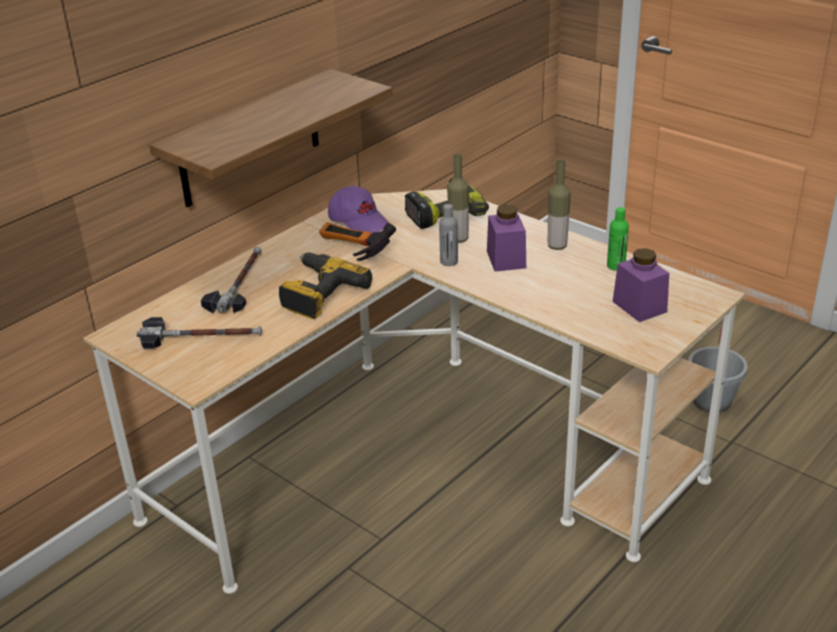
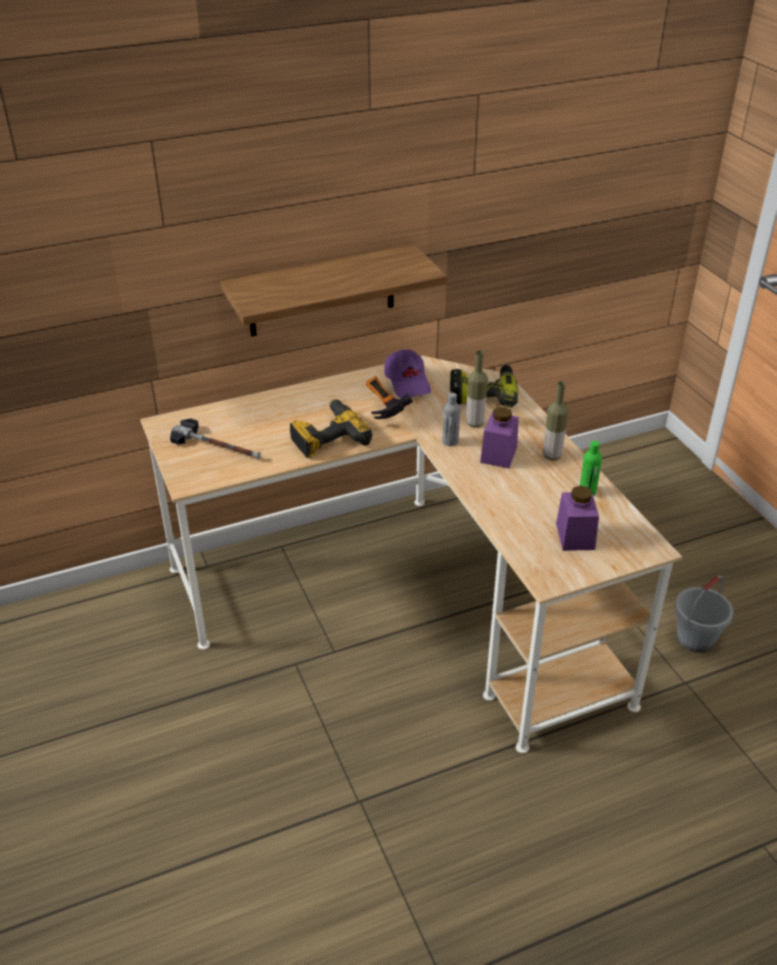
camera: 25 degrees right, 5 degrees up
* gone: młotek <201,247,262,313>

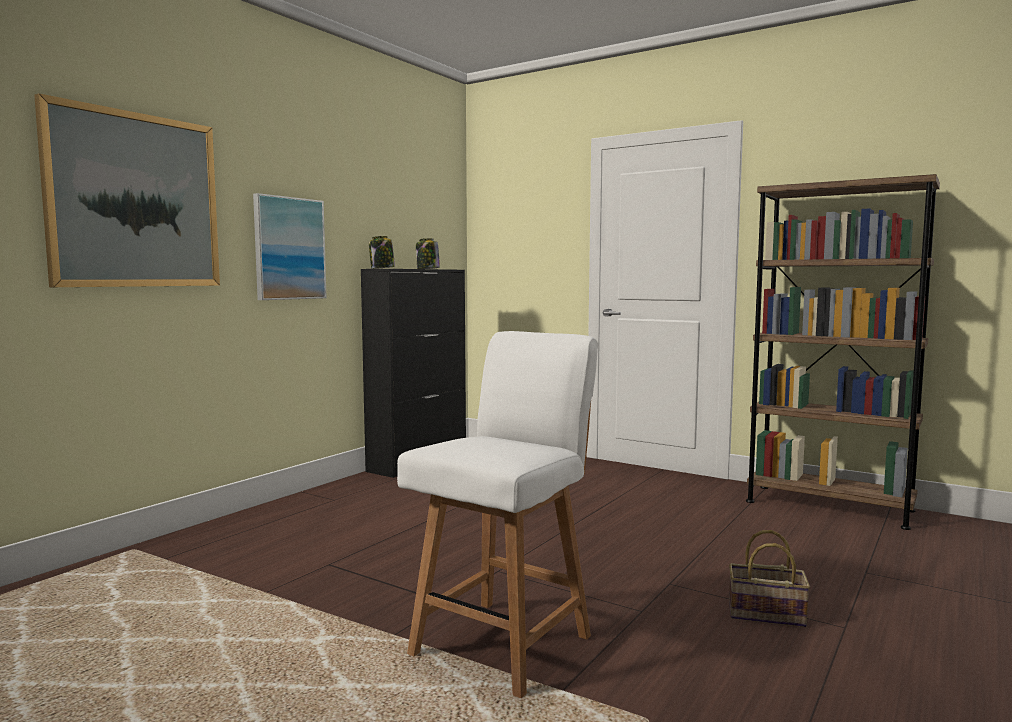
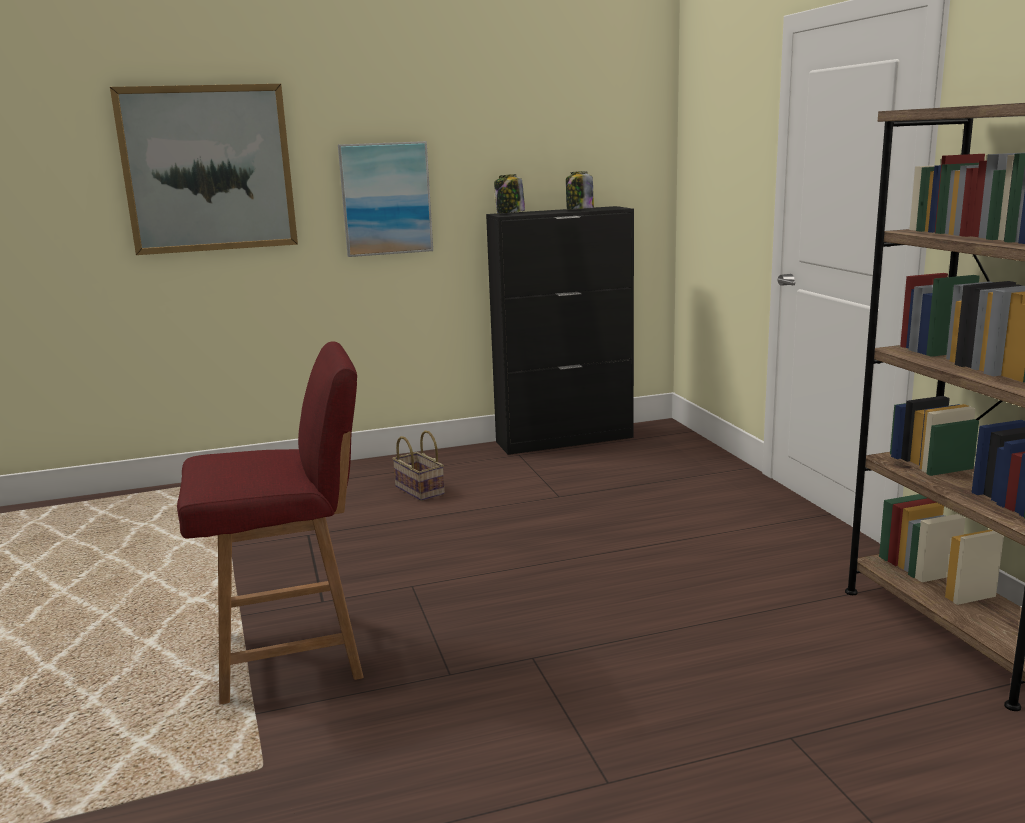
camera: 40 degrees right, 10 degrees up
* repainted: krzesło/biały <397,331,598,698> to krzesło/czerwony <177,341,364,705>
* shifted: koszyk <729,530,810,627> to <392,430,445,501>

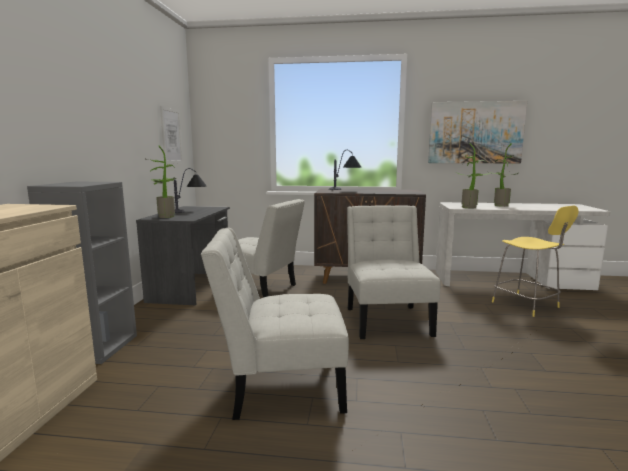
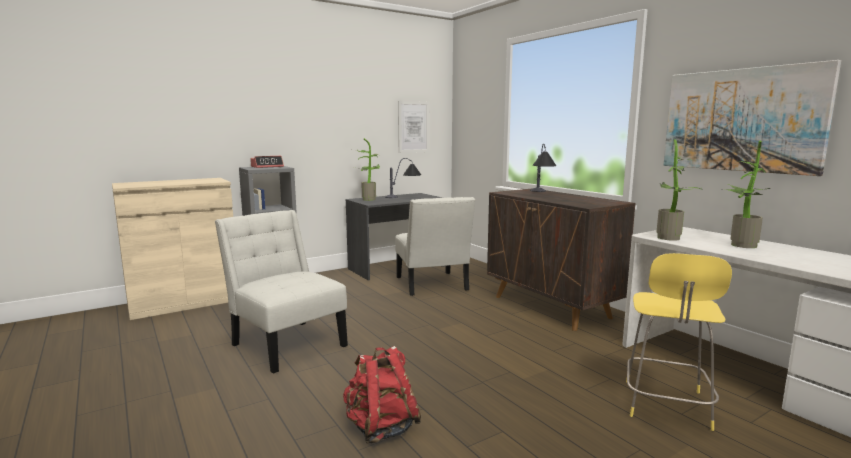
camera: 50 degrees right, 0 degrees up
* new: budzik <250,156,284,168>
* new: plecak/czerwony <343,346,422,443>
* gone: krzesło/biały <347,205,441,339>

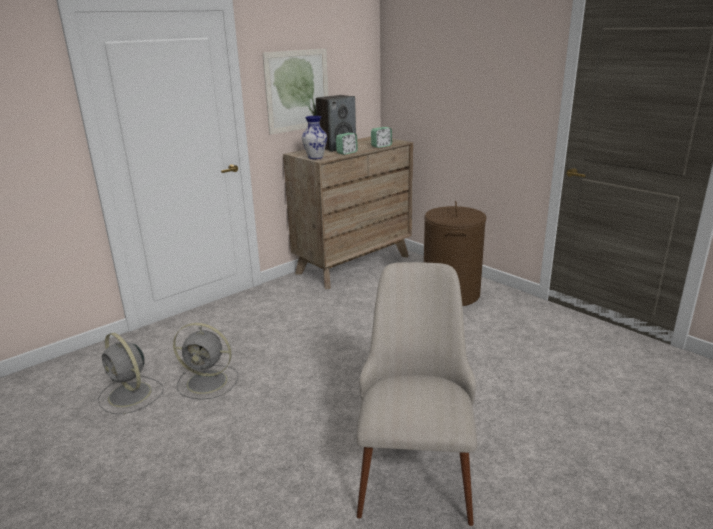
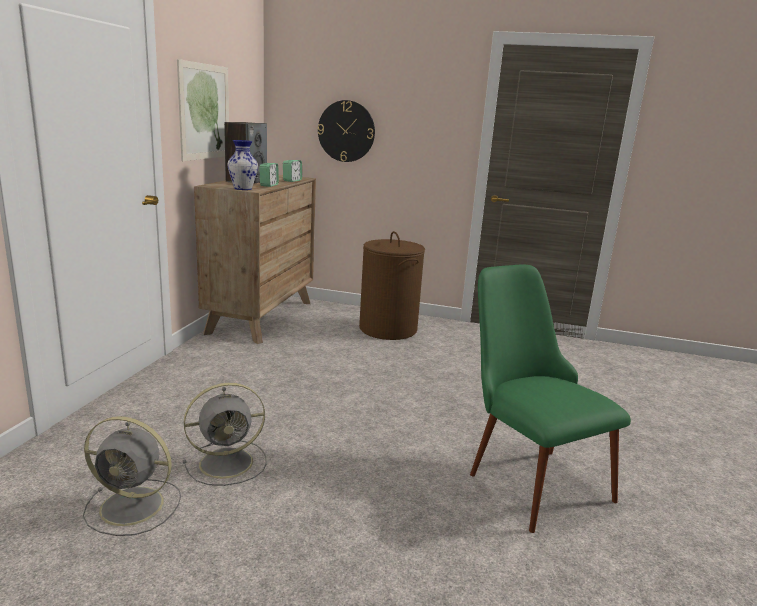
camera: 35 degrees left, 5 degrees down
* new: zegar ścienny <318,100,375,162>
* repainted: krzesło/beżowy <357,262,477,526> to krzesło/zielony <470,264,631,533>

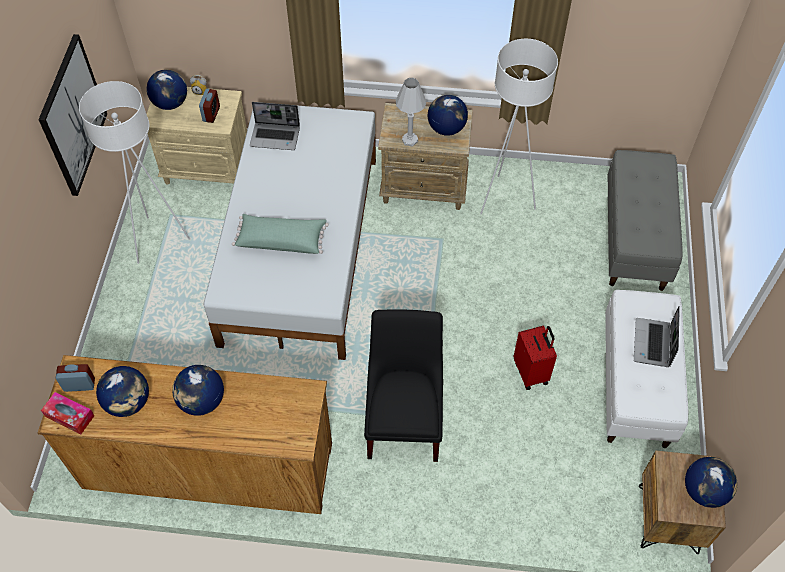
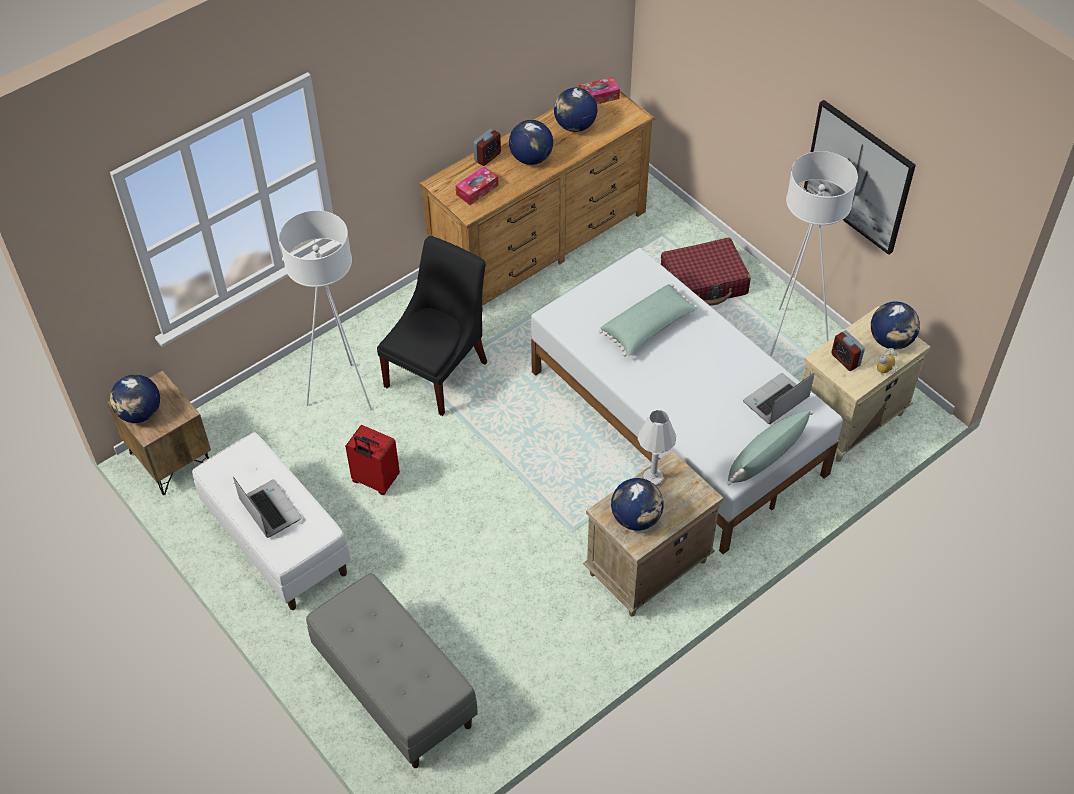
camera: 135 degrees right, 5 degrees down
* shifted: lampa stojąca/biały <480,39,558,214> to <279,210,372,410>
* rotated: krzesło/czarny <364,309,443,462> = <377,236,487,416> 105 degrees counterclockwise
* new: pudełko chusteczek <456,166,498,205>
* shifted: budzik <56,364,95,392> to <473,128,501,166>
* new: walizka/czerwony <661,238,751,306>
* new: poduszka/zielony <727,411,813,486>

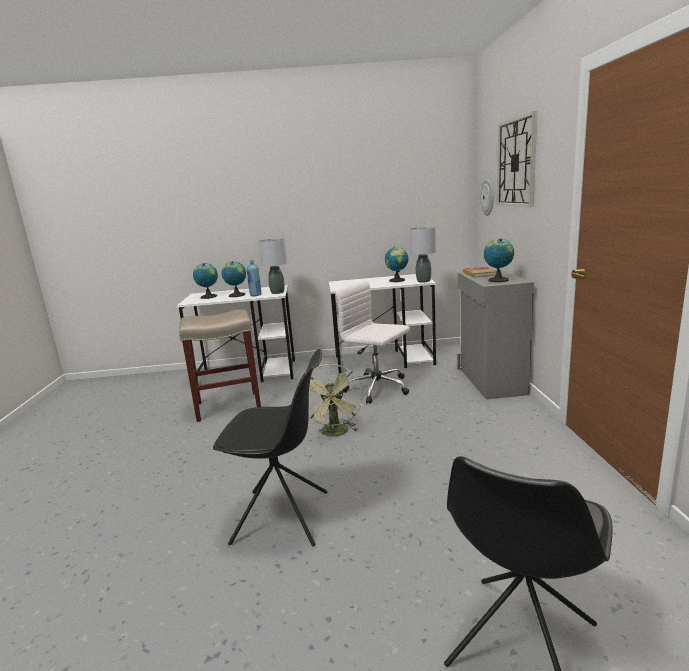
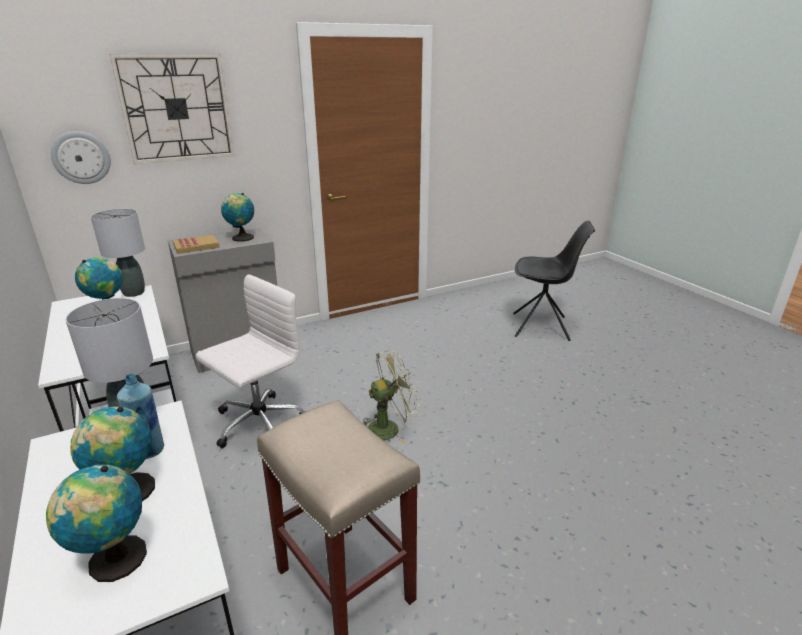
camera: 115 degrees left, 10 degrees up
* rotated: krzesło biurowe/biały <336,281,410,404> = <196,274,306,448> 150 degrees counterclockwise
* gone: krzesło/czarny <213,349,327,546>

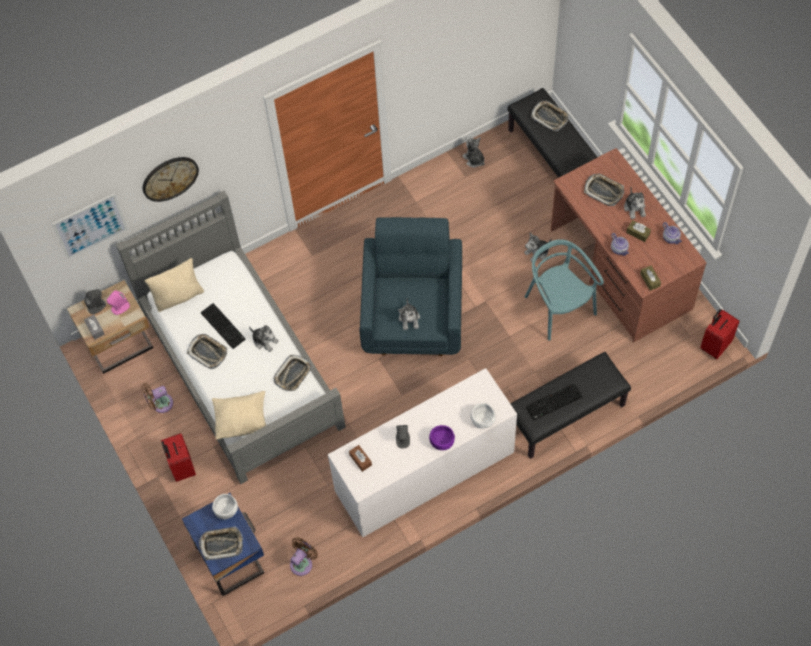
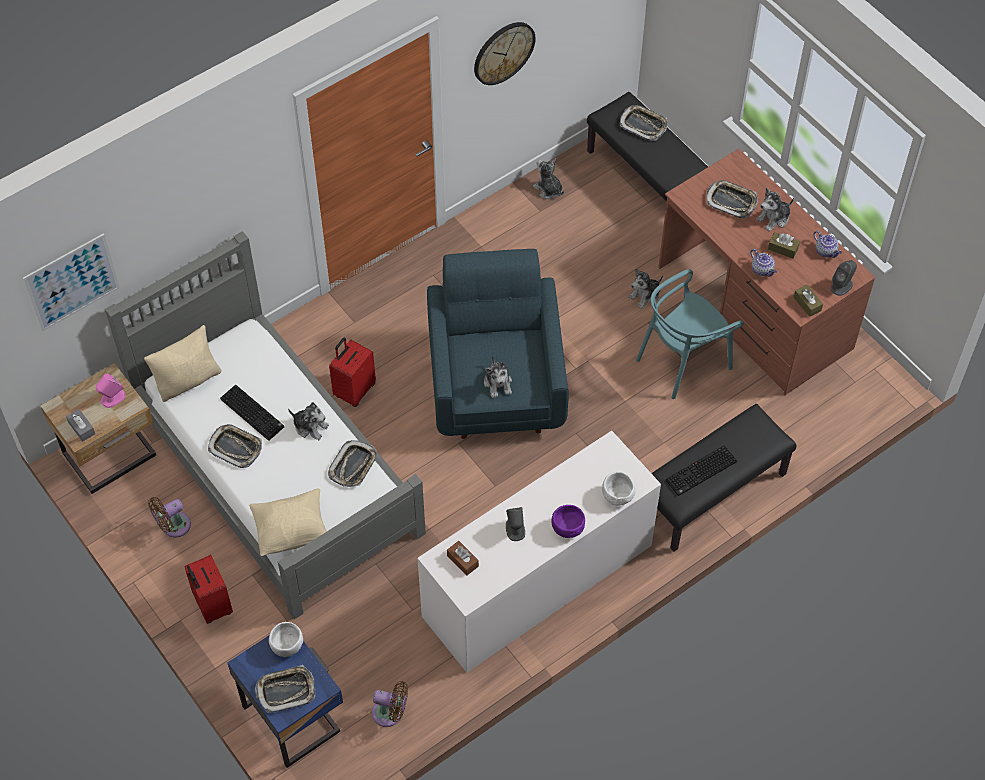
camera: 10 degrees left, 5 degrees down
* shifted: walizka/czerwony <700,309,740,359> to <329,337,376,407>
* rotated: wentylator/brązowy <290,537,318,576> = <372,681,408,727> 75 degrees clockwise
* shifted: zegar ścienny <143,157,199,202> to <474,22,536,85>
* rotated: krzesło/turkusowy <525,239,604,341> = <636,269,744,399> 90 degrees counterclockwise
* rotated: pluszak <624,188,646,219> = <756,188,794,232> 75 degrees clockwise
* shifted: głośnik/szary <84,289,106,314> to <830,260,857,296>

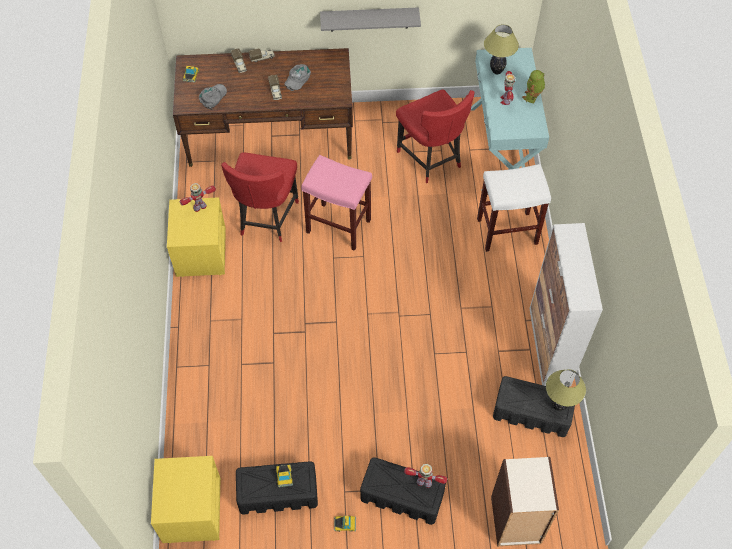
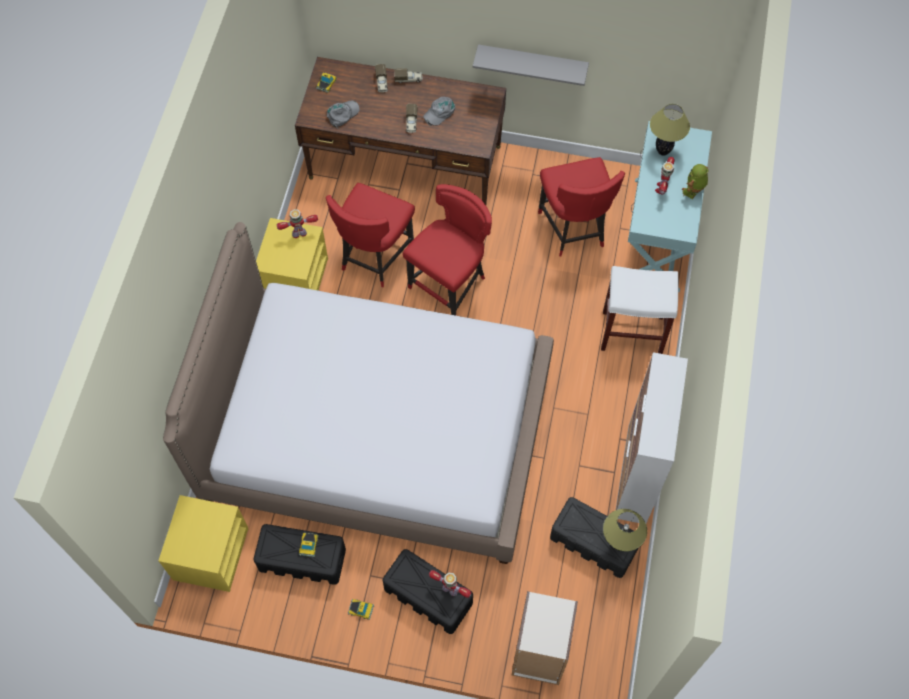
camera: 15 degrees right, 5 degrees up
* new: łóżko <163,222,554,564>
* swapped: stołek/różowy <301,155,372,251> to krzesło/czerwony <403,184,492,316>

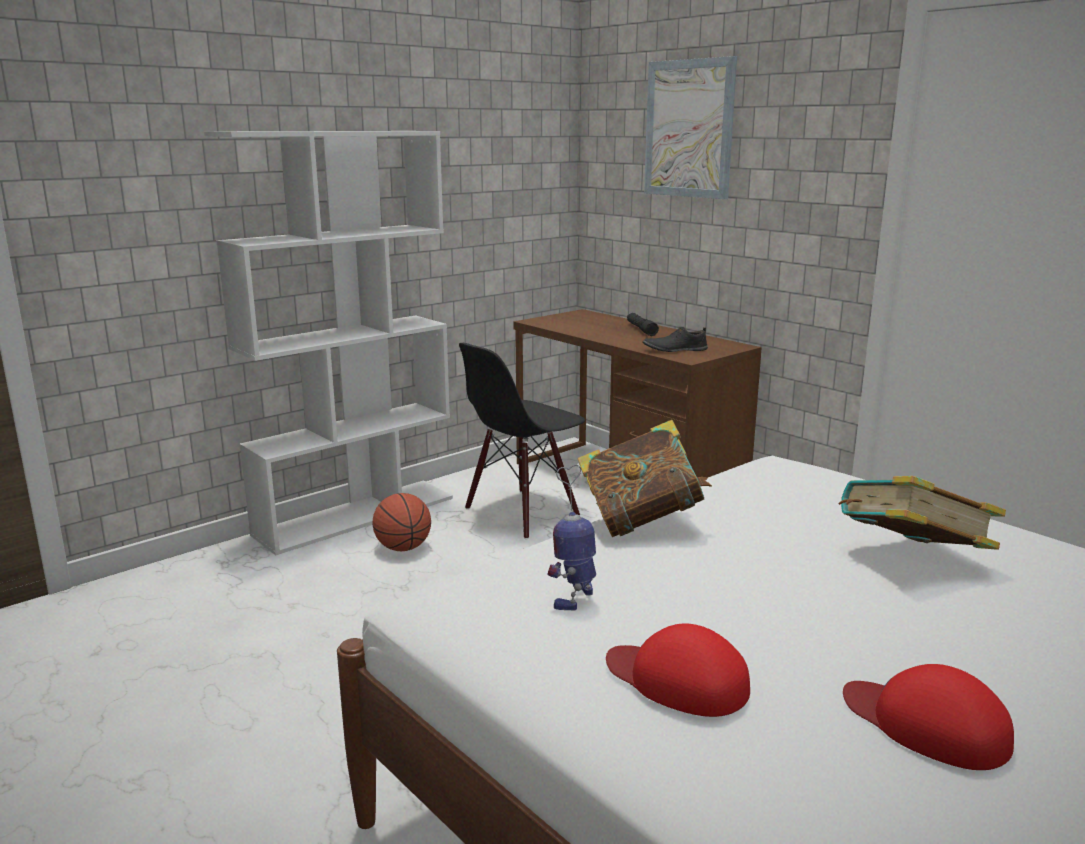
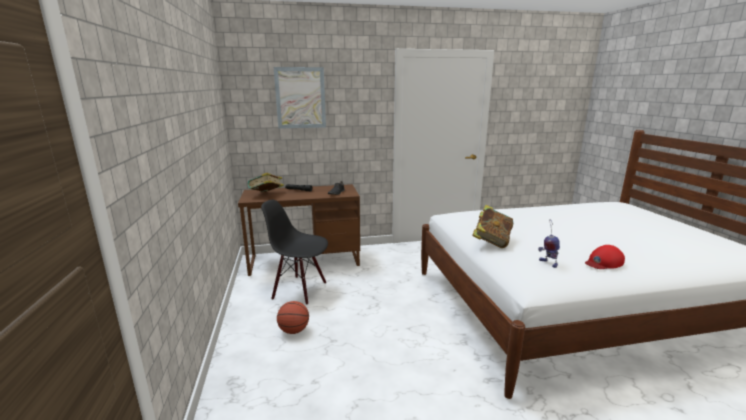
camera: 60 degrees left, 0 degrees up
* shifted: książka <838,476,1006,550> to <248,173,284,192>
* rotated: krzesło/czarny <459,343,585,540> = <261,200,328,305> 120 degrees clockwise
* gone: regał/biały <204,131,453,555>
* gone: czapka z daszkiem/czerwony <843,664,1014,770>

